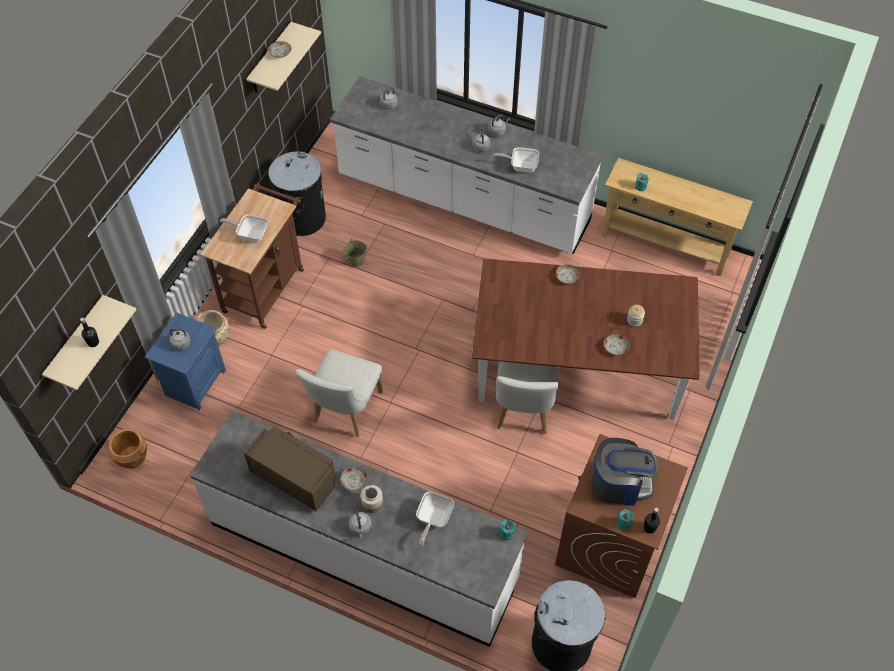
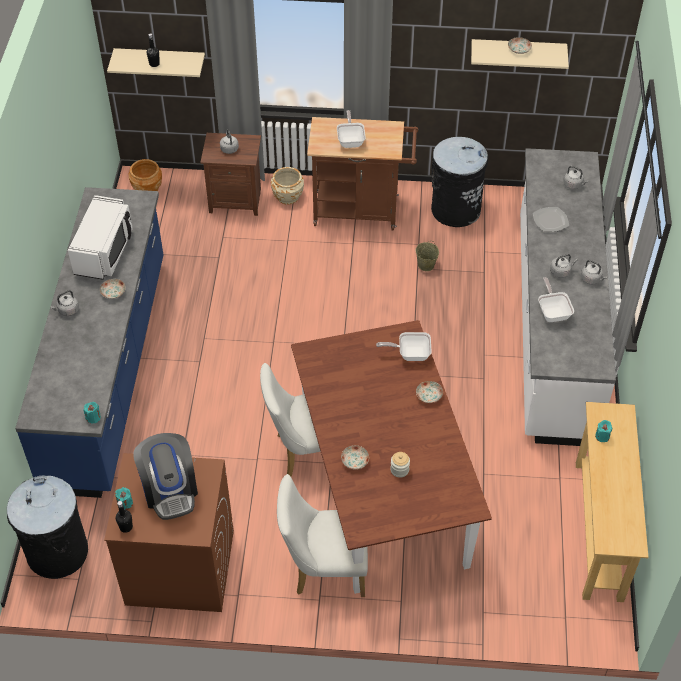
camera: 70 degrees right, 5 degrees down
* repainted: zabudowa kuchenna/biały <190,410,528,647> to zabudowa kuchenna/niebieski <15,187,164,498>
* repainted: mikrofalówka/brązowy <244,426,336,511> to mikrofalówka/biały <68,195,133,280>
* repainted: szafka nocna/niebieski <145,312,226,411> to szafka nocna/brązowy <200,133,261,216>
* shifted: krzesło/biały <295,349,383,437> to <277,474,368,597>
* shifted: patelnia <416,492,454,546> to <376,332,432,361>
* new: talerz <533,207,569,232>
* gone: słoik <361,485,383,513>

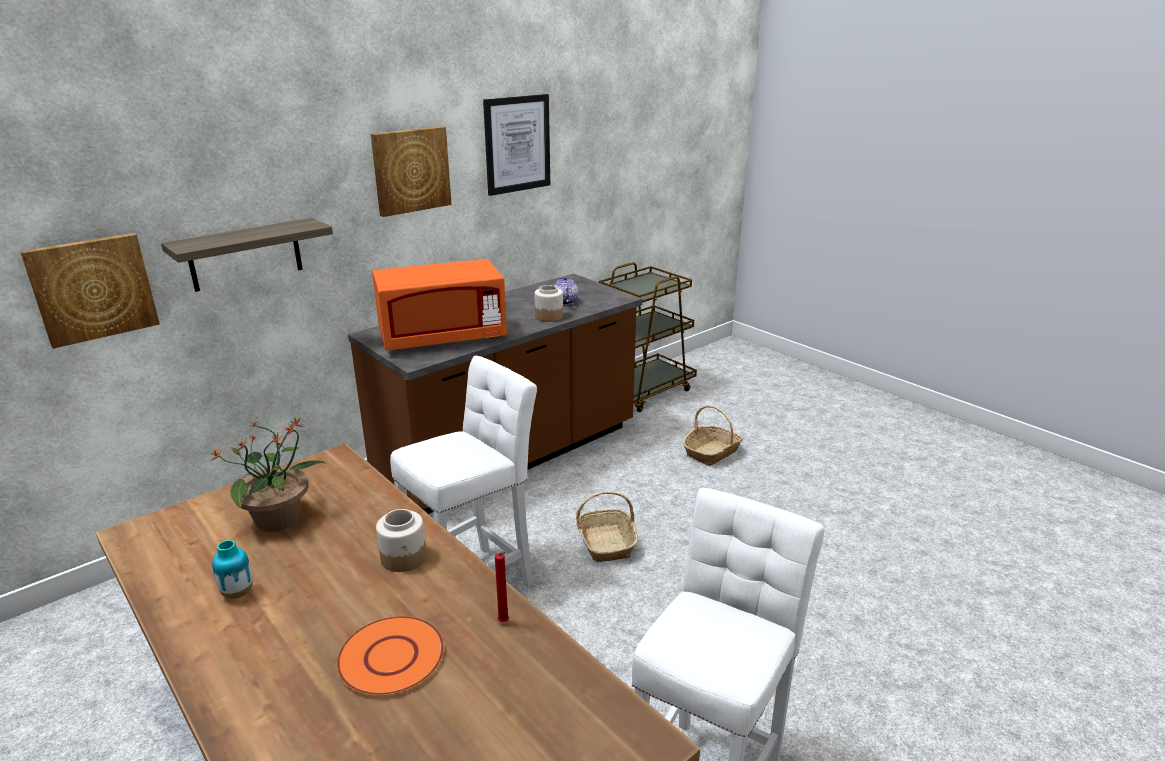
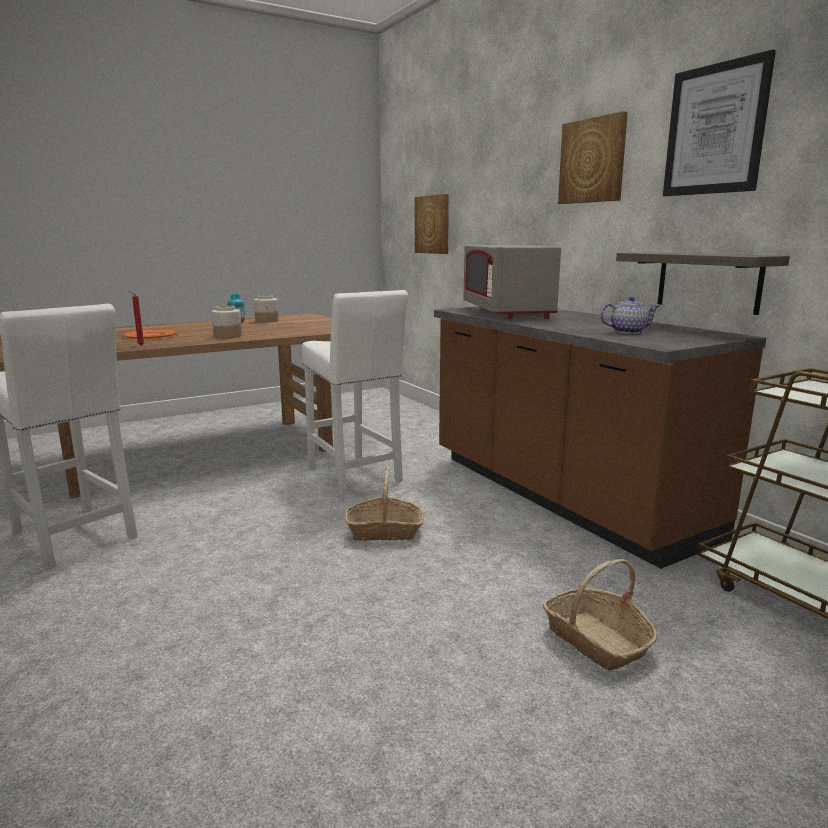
camera: 100 degrees right, 10 degrees down
* shifted: słoik <535,285,563,322> to <254,295,279,322>
* repainted: mikrofalówka/pomarańczowy <372,259,507,351> to mikrofalówka/szary <464,245,561,319>
* shifted: półka <161,218,333,292> to <616,252,790,315>
* gone: roślina doniczkowa <210,417,326,532>

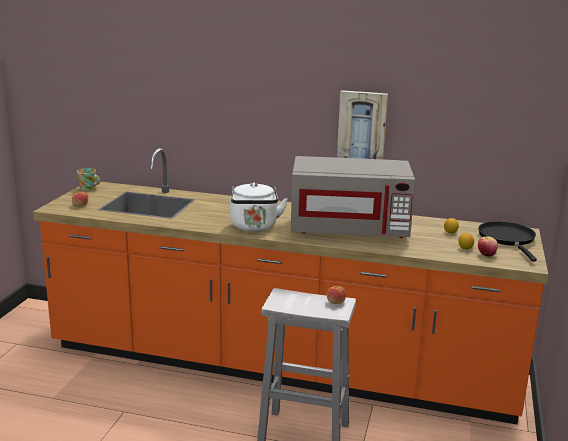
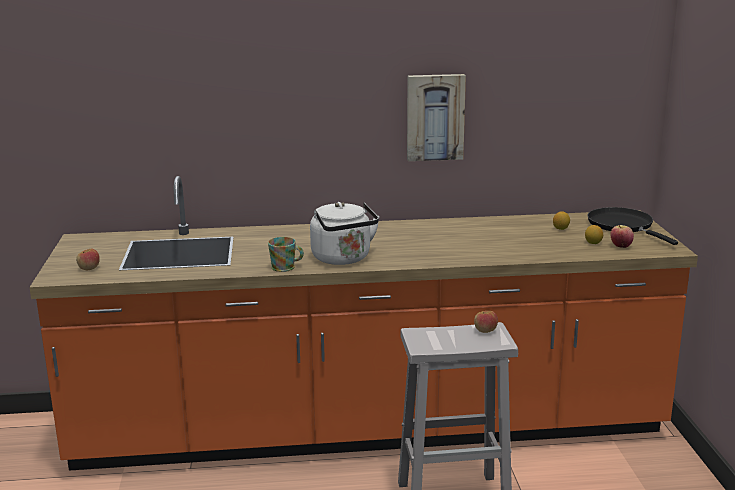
camera: 20 degrees left, 0 degrees up
* shifted: kubek <77,168,100,191> to <268,237,304,272>
* gone: mikrofalówka/szary <291,156,415,238>

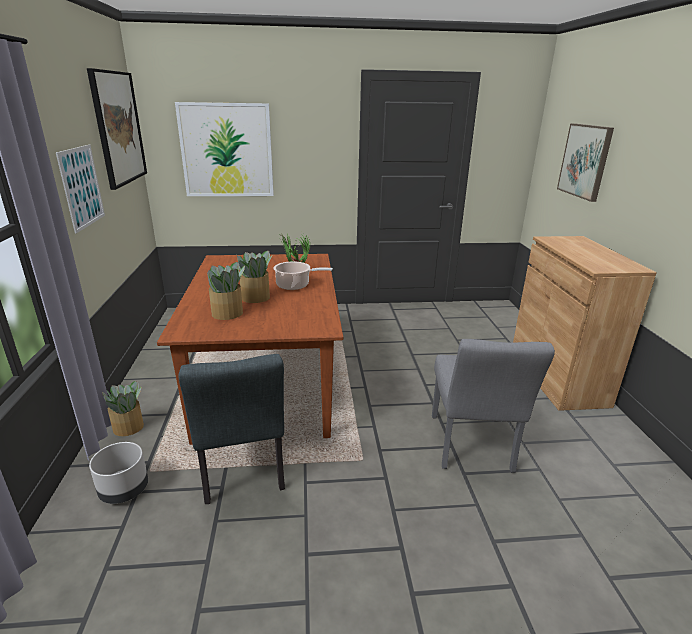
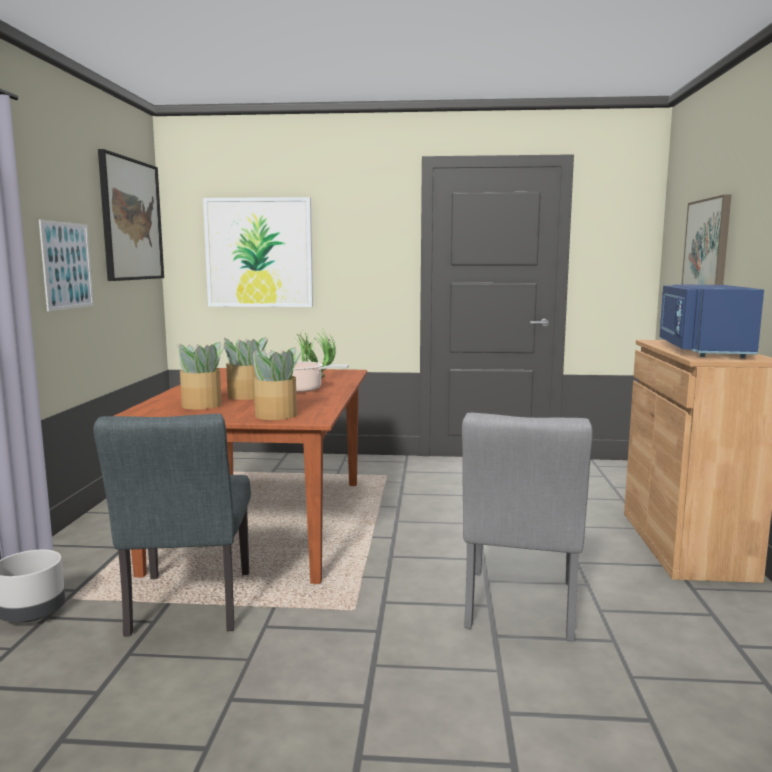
camera: 10 degrees right, 15 degrees down
* shifted: roślina doniczkowa <102,381,144,436> to <252,347,303,420>
* new: mikrofalówka/niebieski <659,285,764,358>

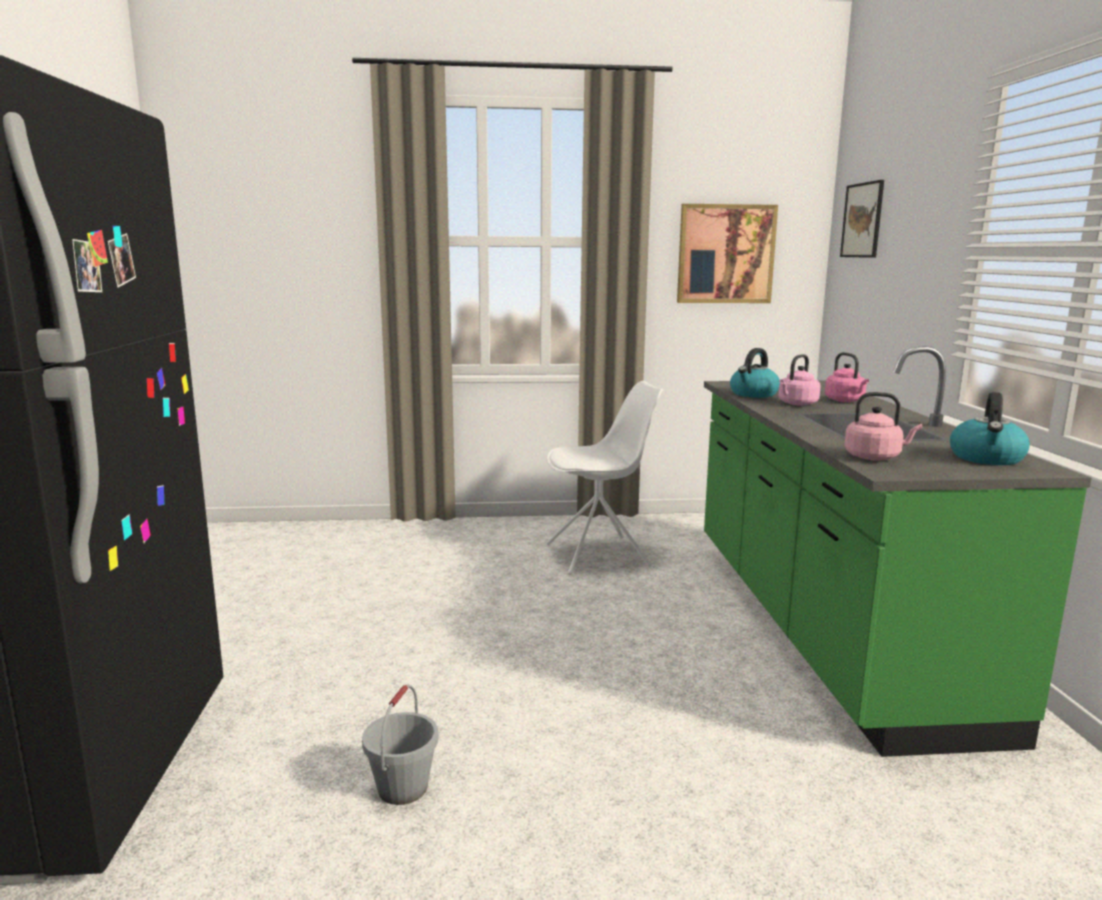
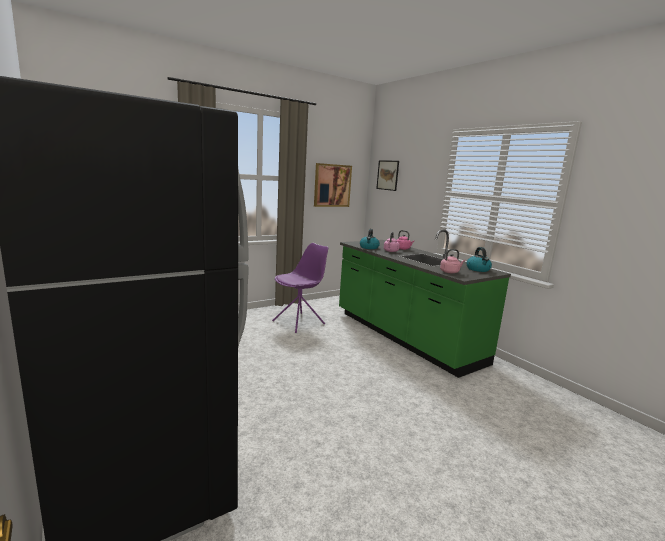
camera: 30 degrees left, 0 degrees up
* repainted: krzesło/biały <546,381,663,575> to krzesło/fioletowy <272,243,328,333>
* gone: wiadro/szary <362,685,438,805>

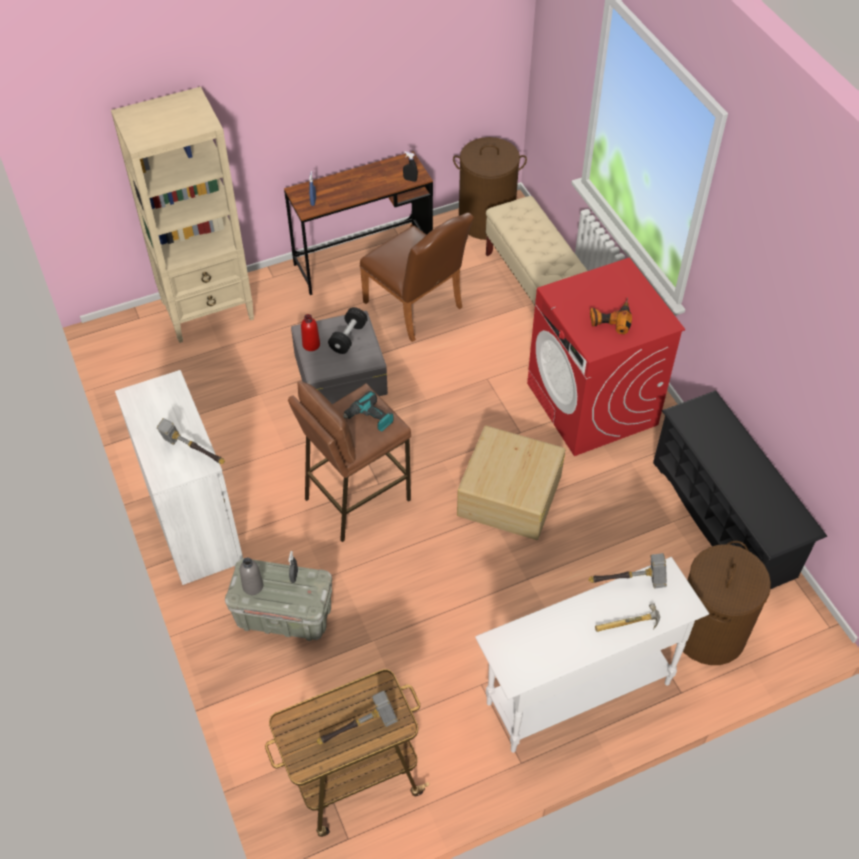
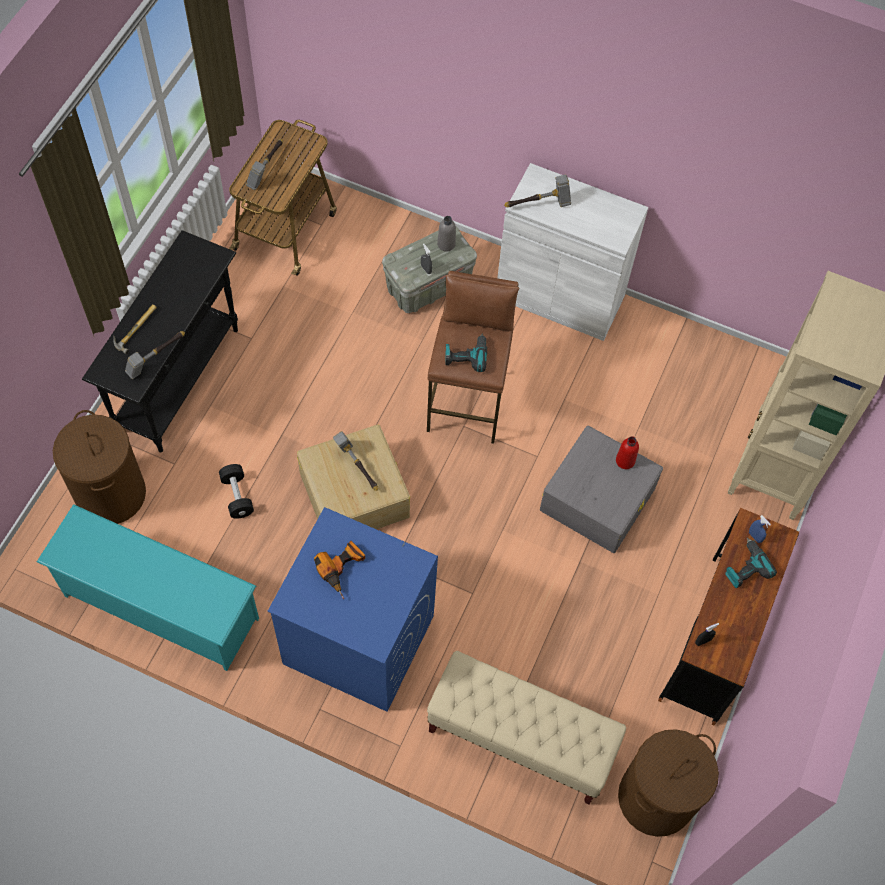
camera: 135 degrees right, 10 degrees up
* repainted: regał na buty/czarny <653,390,827,589> to regał na buty/turkusowy <37,504,259,671>
* repainted: stolik konsolowy/biały <475,557,709,753> to stolik konsolowy/czarny <82,230,238,453>
* shifted: hantel/czarny <328,307,368,354> to <219,464,254,519>
* repainted: pralka/czerwony <527,257,685,456> to pralka/niebieski <268,507,438,712>
* new: młotek <333,431,378,491>
* new: wiertarka <725,538,777,588>
* gone: krzesło/brązowy <360,212,474,342>

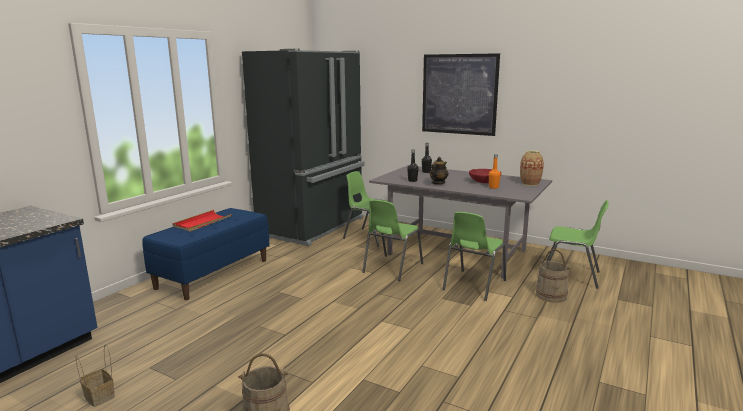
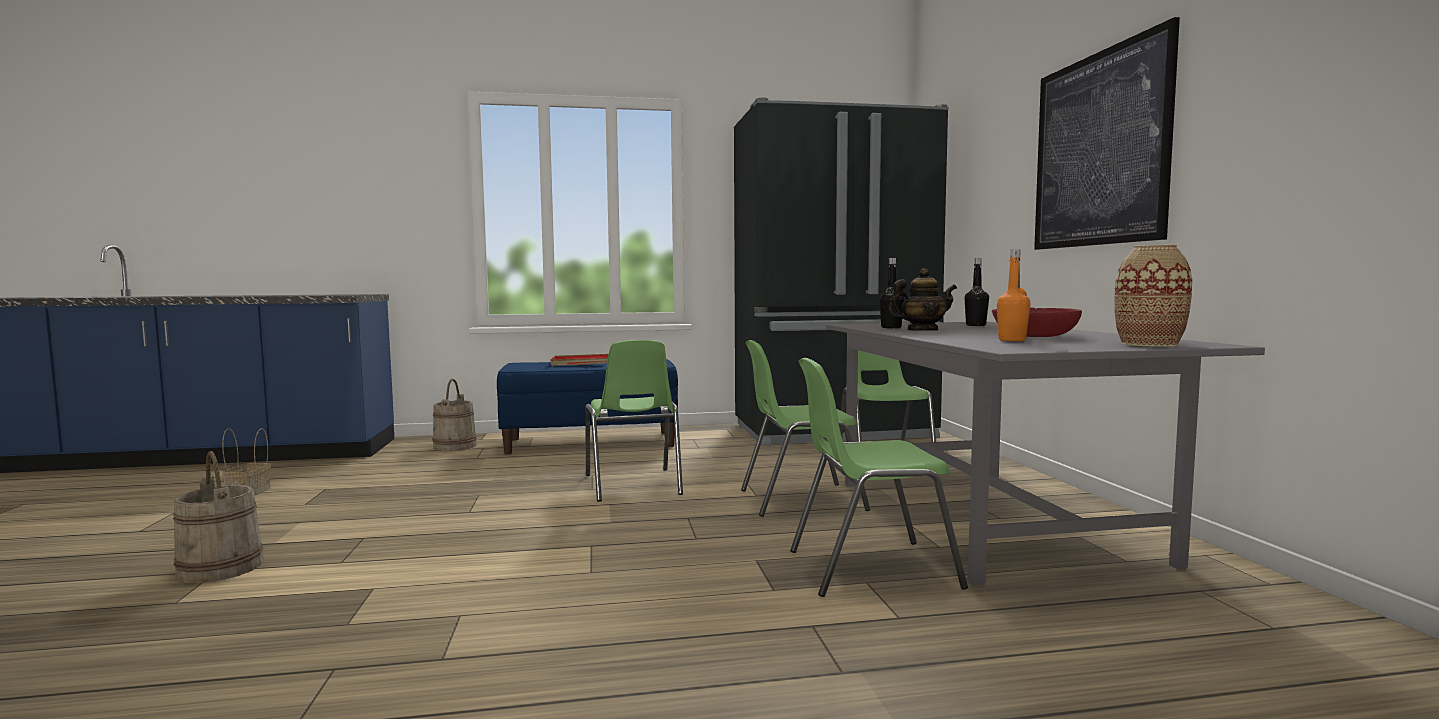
camera: 50 degrees right, 10 degrees down
* shifted: wiadro/beżowy <536,249,570,303> to <432,379,477,451>
* shifted: krzesło/zielony <546,200,609,289> to <585,340,683,502>

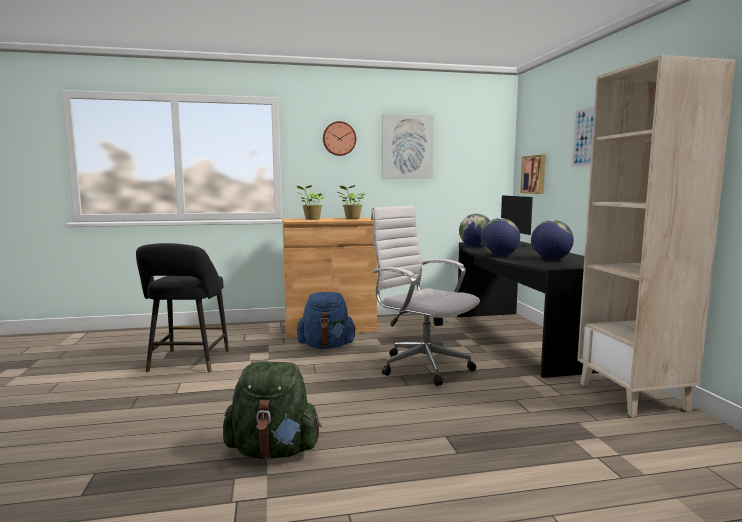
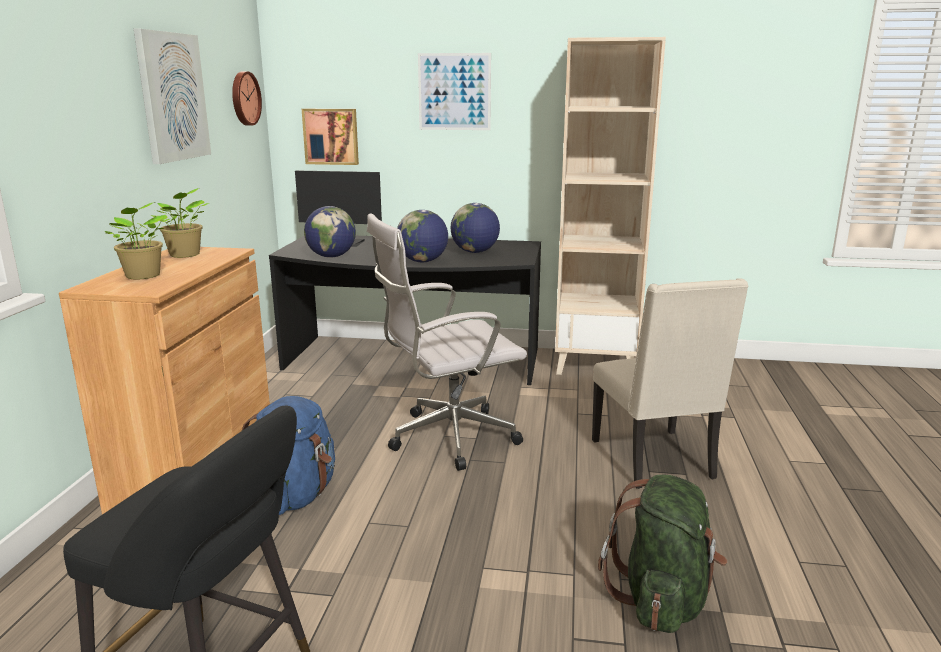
camera: 70 degrees left, 10 degrees up
* shifted: zegar ścienny <323,121,356,156> to <232,71,262,126>
* new: krzesło/beżowy <592,278,749,489>

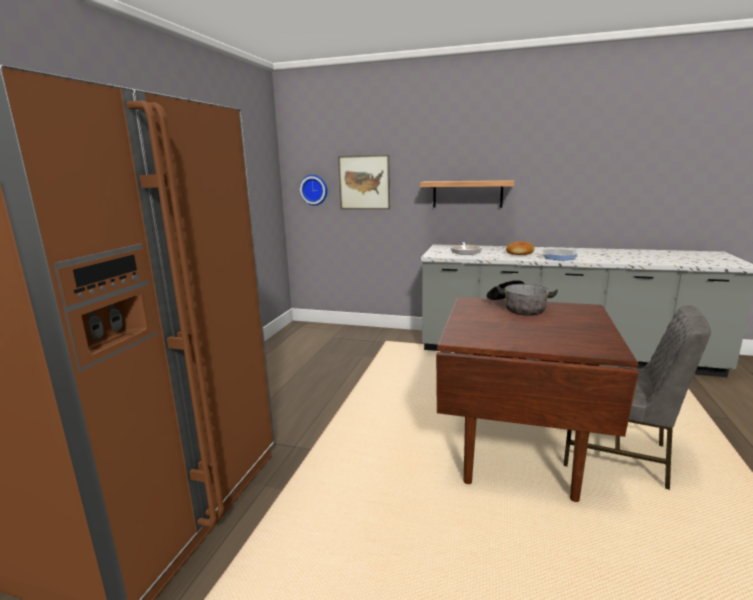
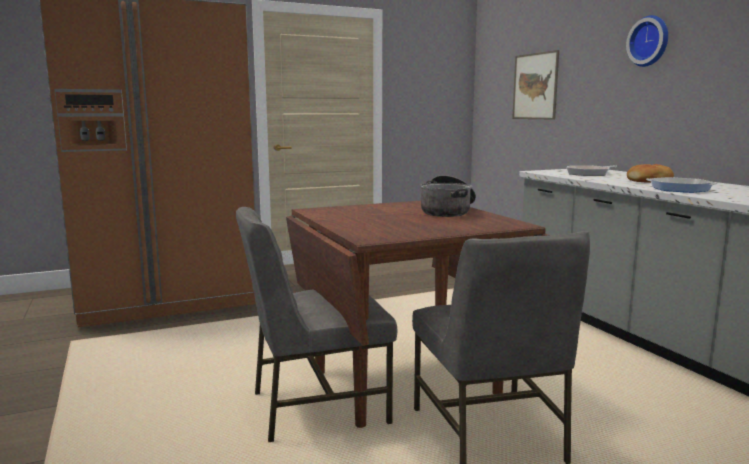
camera: 50 degrees right, 5 degrees down
* new: krzesło/szary <236,207,397,442>
* shifted: zegar ścienny <300,175,327,206> to <626,15,668,67>
* gone: półka <420,180,514,208>

